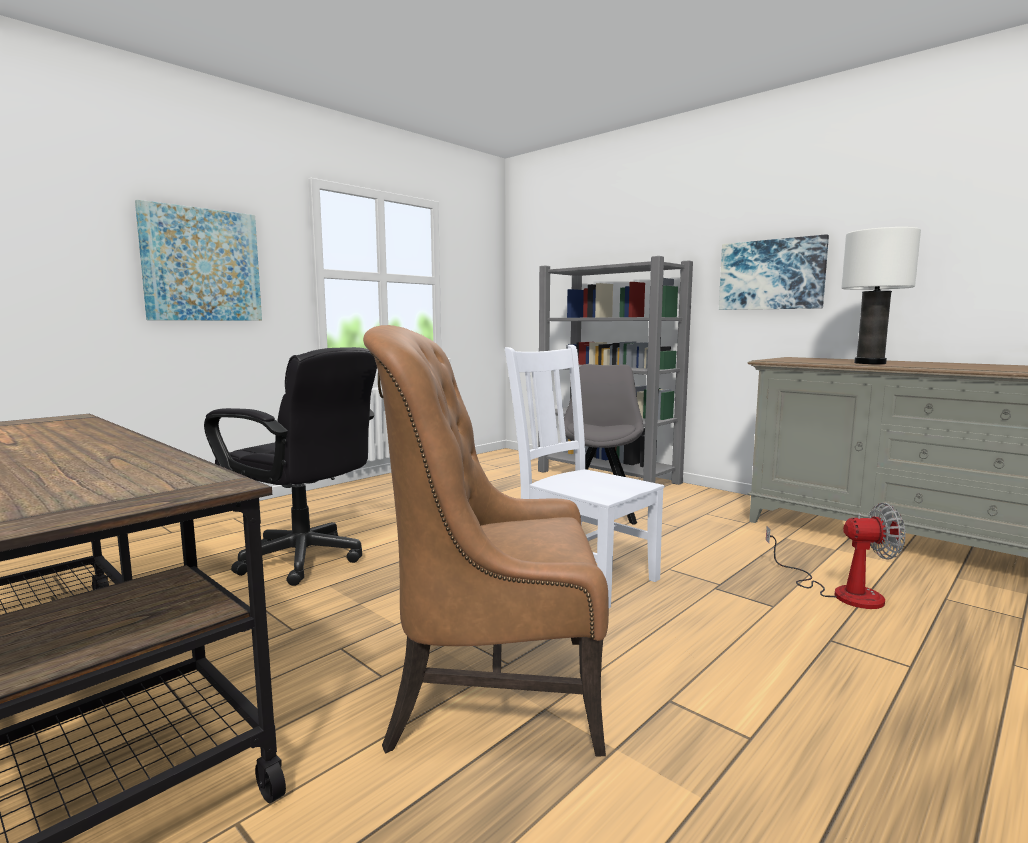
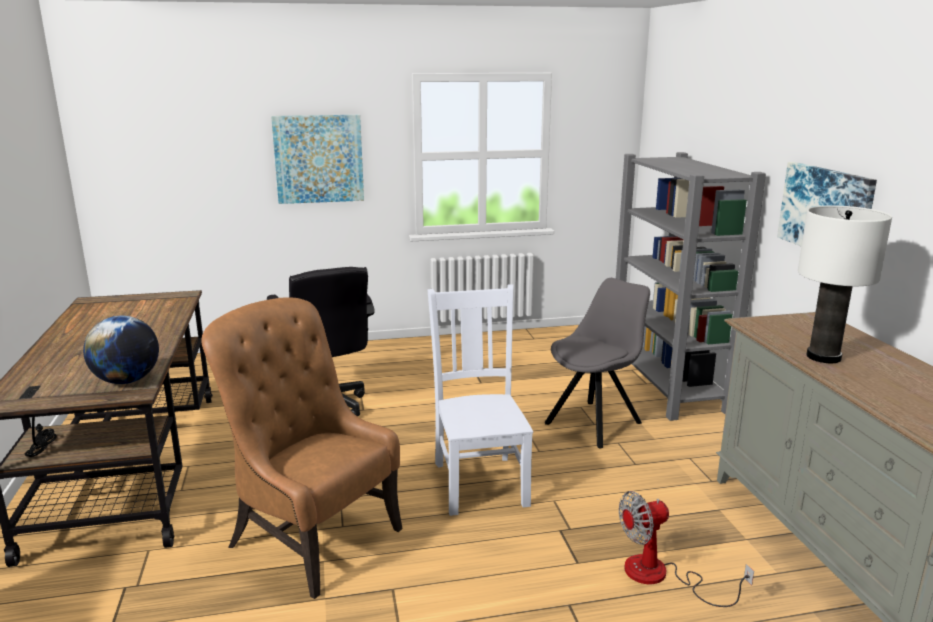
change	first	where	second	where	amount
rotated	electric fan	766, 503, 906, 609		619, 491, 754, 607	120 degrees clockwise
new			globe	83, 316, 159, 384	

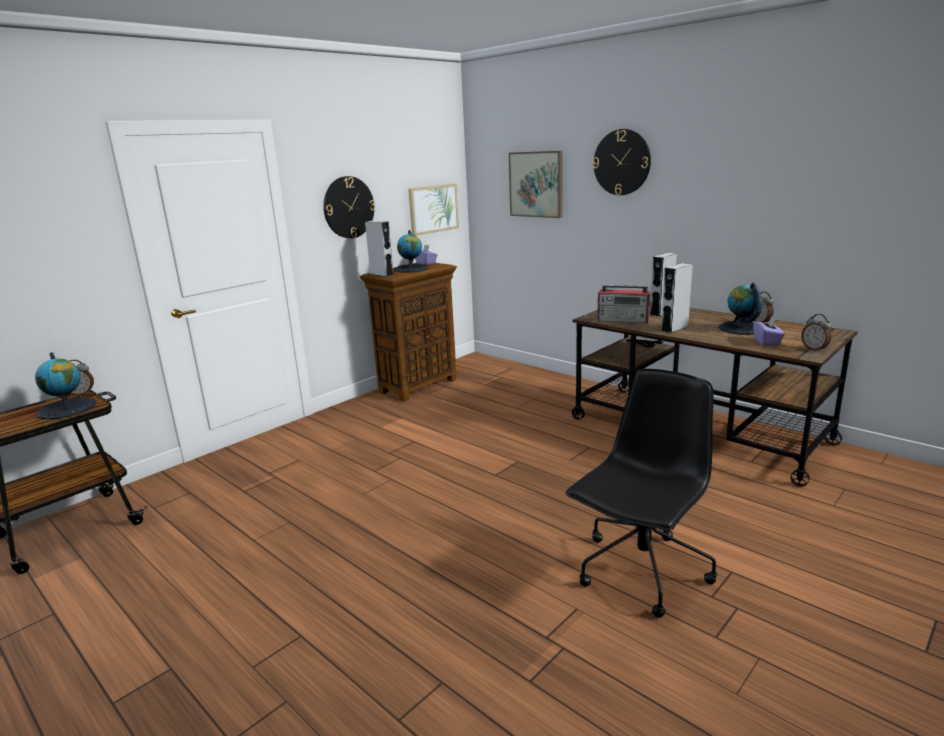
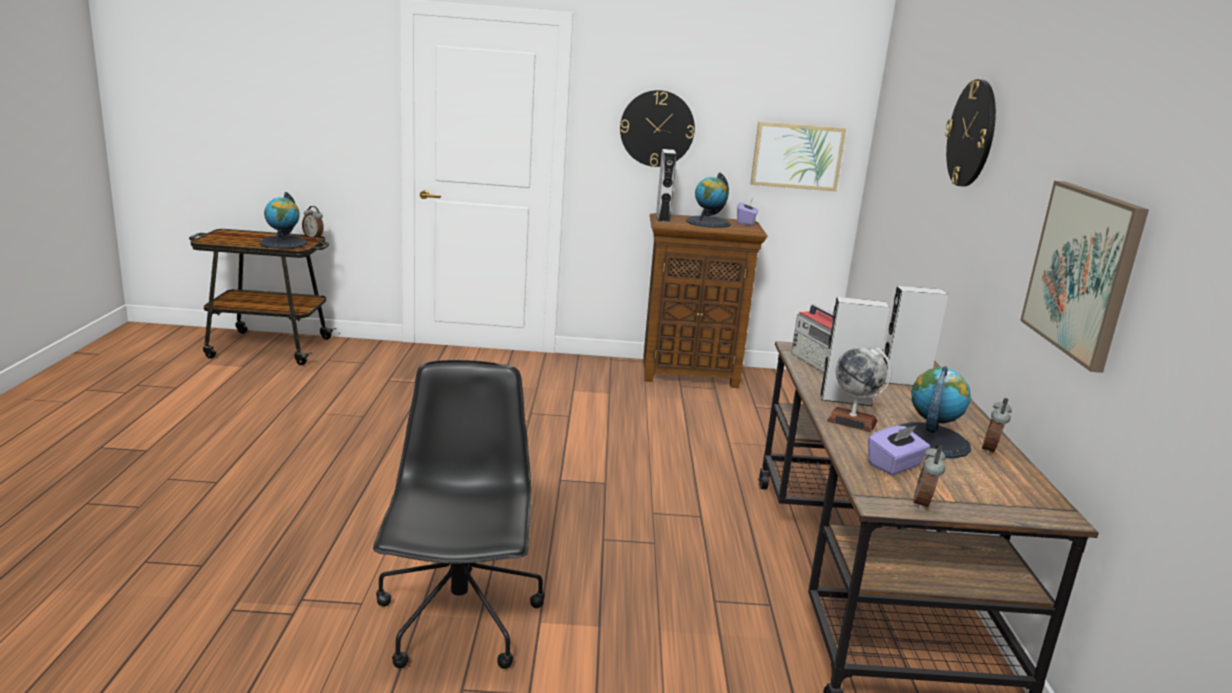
change	first	where	second	where	amount
shifted	wall picture	509, 151, 562, 218		1020, 181, 1149, 373	
rotated	black computer chair	566, 369, 717, 618		373, 360, 545, 669	90 degrees counterclockwise
new			globe	827, 346, 892, 432	

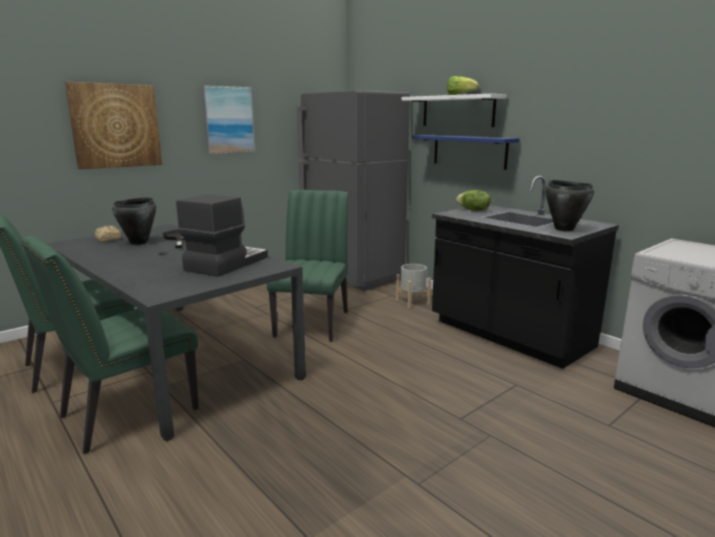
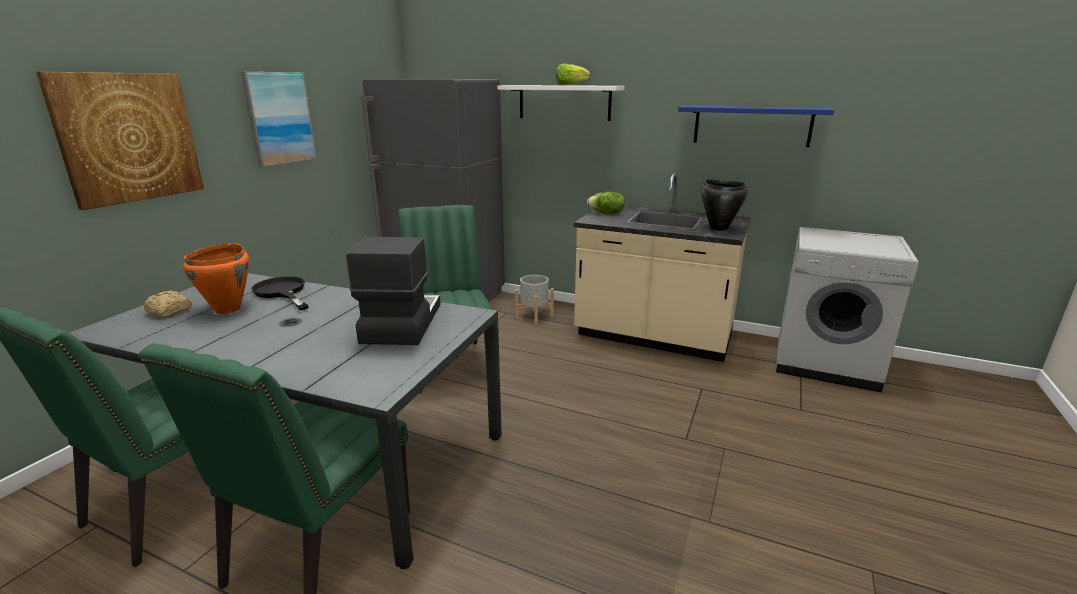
change	first	where	second	where	amount
shifted	blue wall shelf	412, 135, 520, 170		678, 106, 834, 147	
repainted	black counter	432, 176, 619, 369	beige counter	574, 173, 751, 362	
repainted	black stockpot	112, 197, 156, 245	orange-coloured stockpot	183, 243, 249, 314	

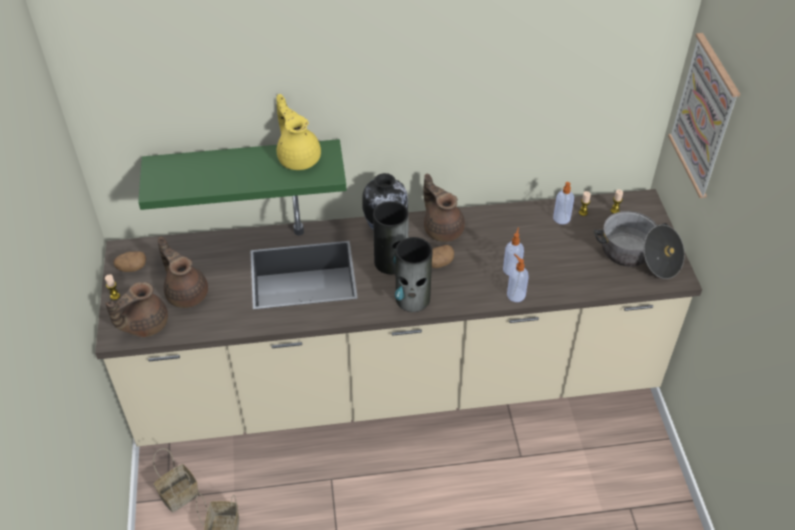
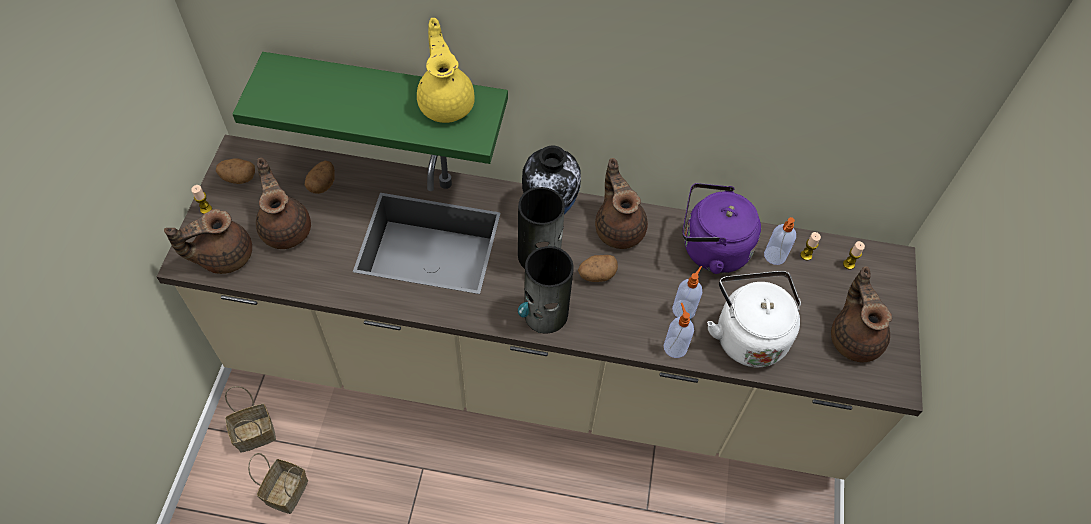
change	first	where	second	where	amount
gone	wall picture	668, 33, 740, 198			
swapped	stockpot	593, 211, 685, 279	brown-coloured teapot	831, 267, 892, 362	
new			potato	305, 160, 335, 194	
new			purple-coloured water kettle	683, 183, 761, 274	
new			white water kettle	707, 271, 801, 367	

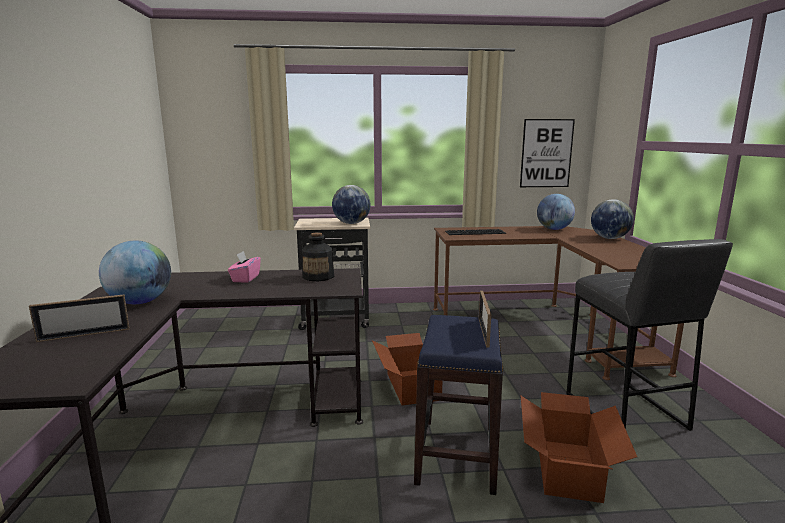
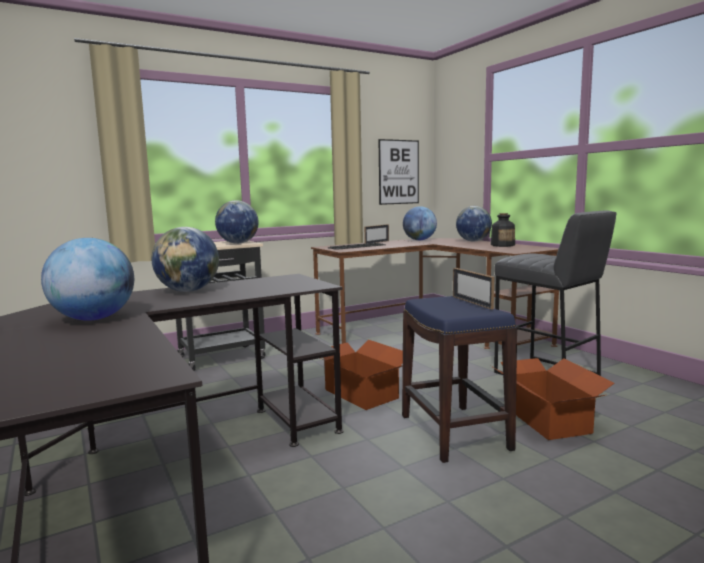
change	first	where	second	where	amount
shifted	bottle	302, 232, 334, 281		491, 213, 515, 247	
swapped	pink-coloured tissue holder	228, 251, 261, 283	globe	152, 227, 219, 292	
shifted	photo frame	29, 294, 130, 342		364, 224, 389, 243	

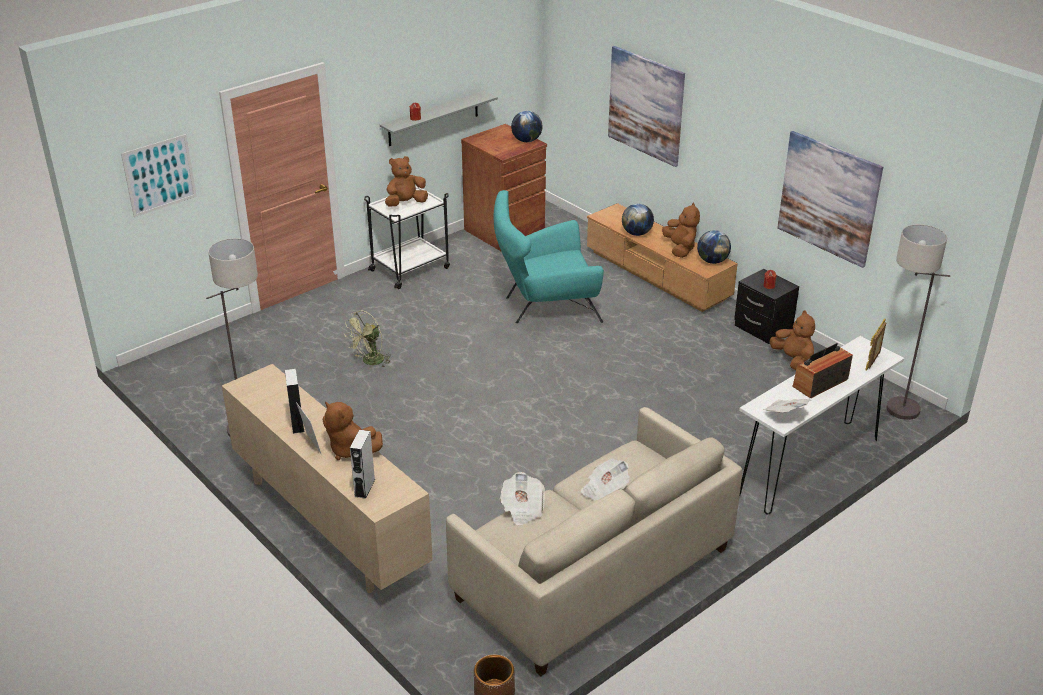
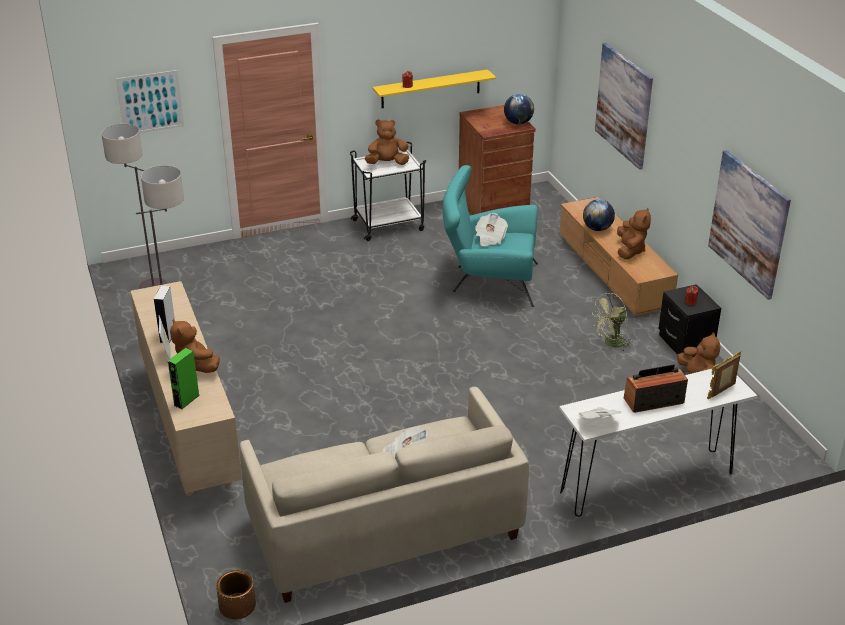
change	first	where	second	where	amount
repainted	greyish wall shelf	380, 91, 498, 146	yellowish wall shelf	373, 69, 496, 108	
shifted	greyish floor lamp	886, 224, 950, 420		101, 124, 167, 289	
gone	globe	697, 230, 731, 264			
shifted	green electric fan	344, 311, 391, 367		592, 293, 633, 351	
repainted	greyish speaker	350, 430, 375, 499	green speaker	168, 348, 200, 409	
shifted	daily paper	499, 472, 545, 526		475, 213, 508, 246	

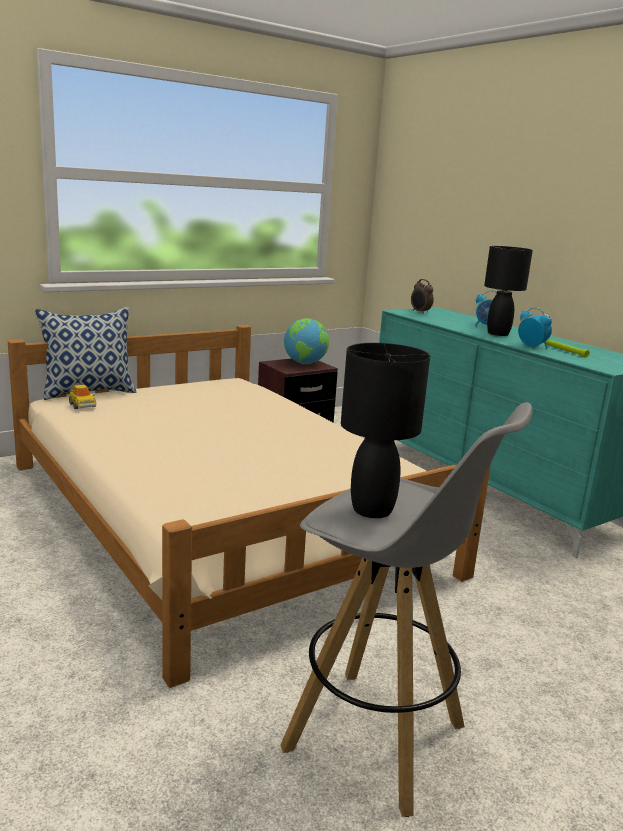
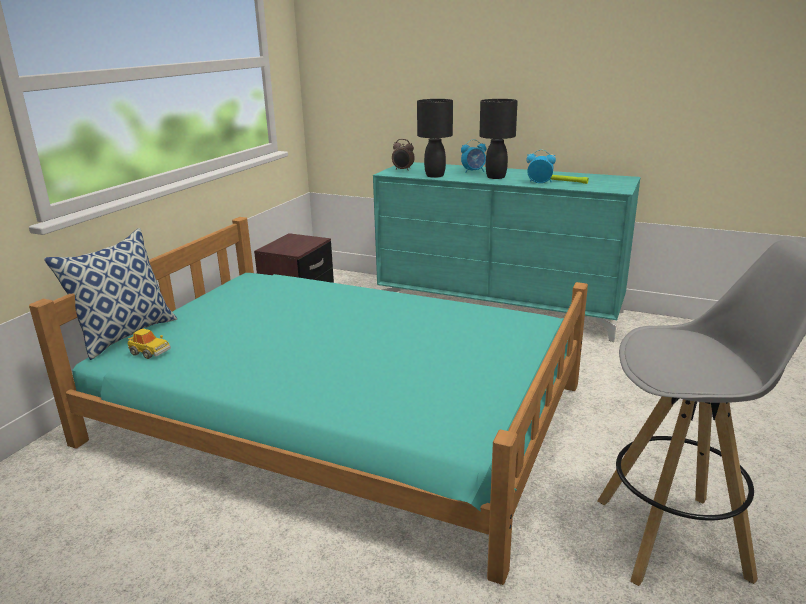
change	first	where	second	where	amount
gone	globe	284, 318, 329, 364			
repainted	beige bed	8, 325, 491, 688	turquoise bed	29, 217, 588, 585	
shifted	black table lamp	341, 343, 430, 518		417, 99, 453, 178	

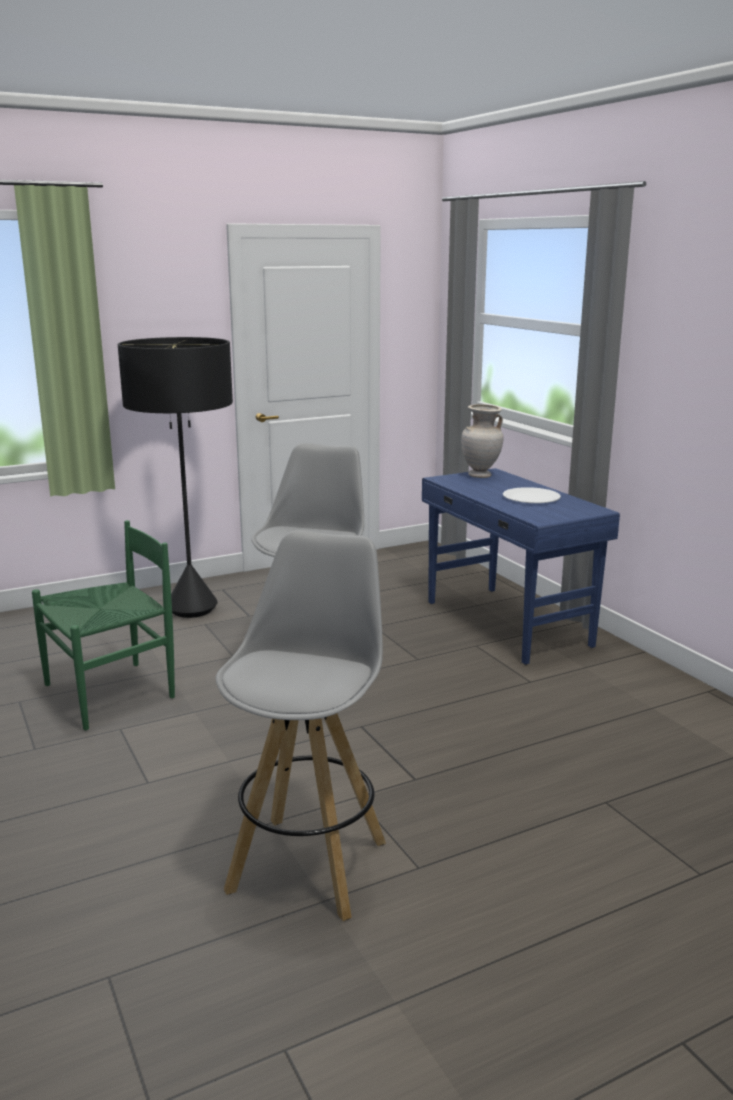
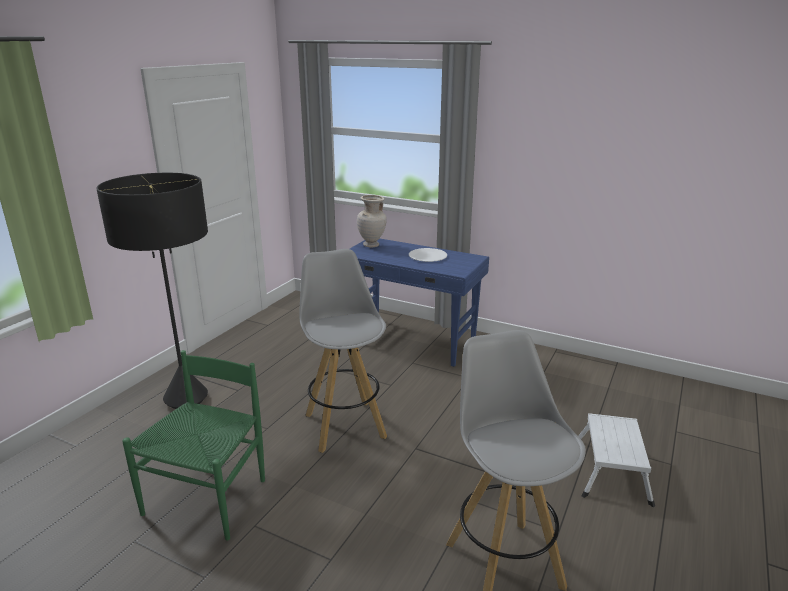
change	first	where	second	where	amount
new			white step stool	578, 413, 655, 507	

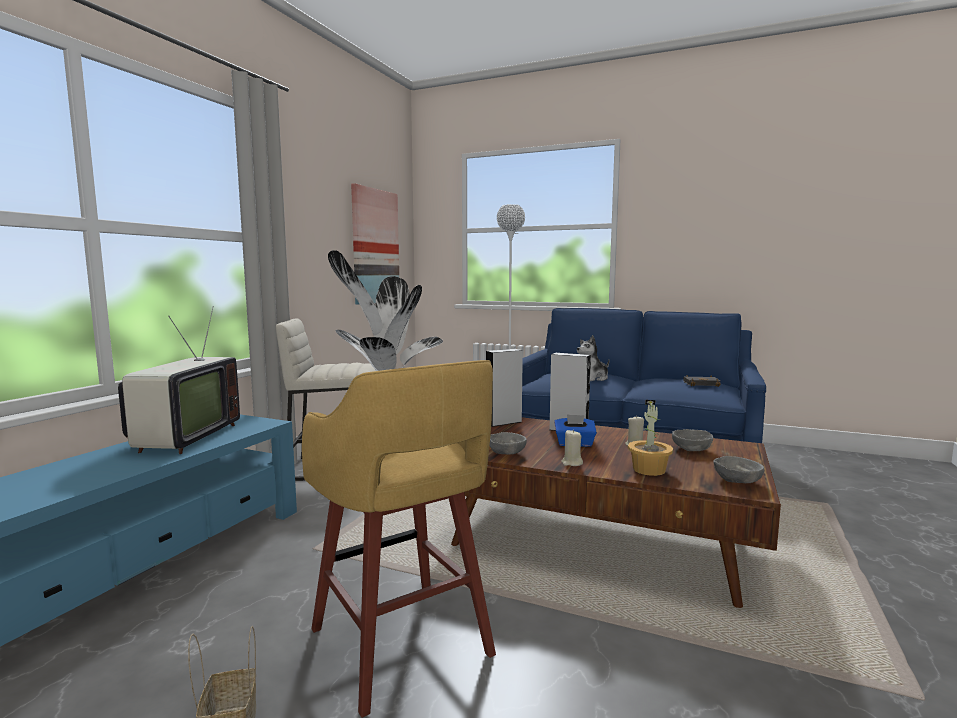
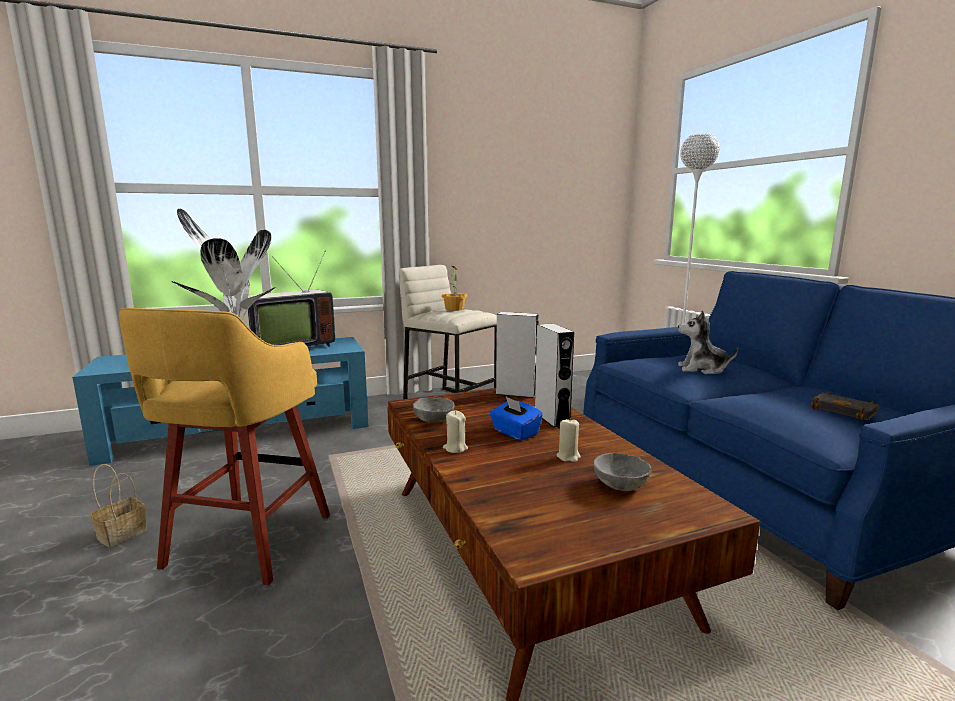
change	first	where	second	where	amount
gone	wall picture	351, 183, 399, 305			
shifted	plant in a pot	628, 400, 673, 476		442, 266, 467, 311	
gone	greyish deep dish	714, 456, 764, 483			

